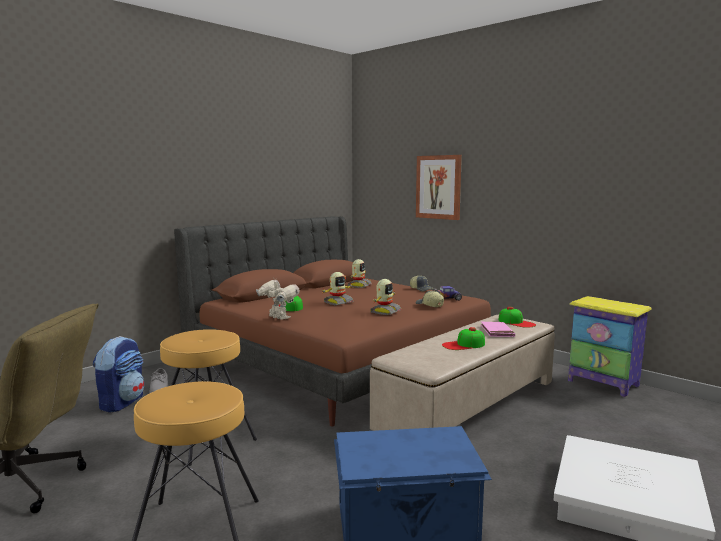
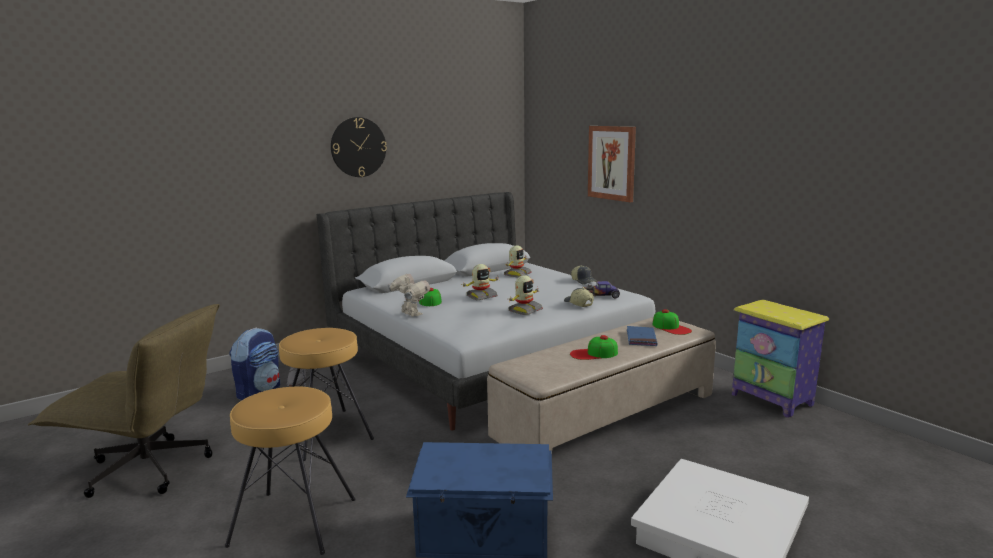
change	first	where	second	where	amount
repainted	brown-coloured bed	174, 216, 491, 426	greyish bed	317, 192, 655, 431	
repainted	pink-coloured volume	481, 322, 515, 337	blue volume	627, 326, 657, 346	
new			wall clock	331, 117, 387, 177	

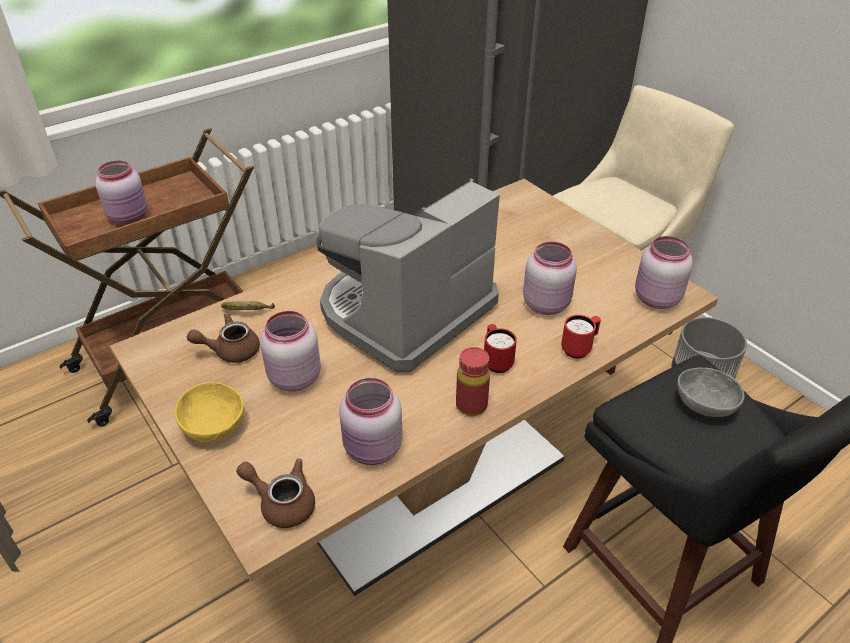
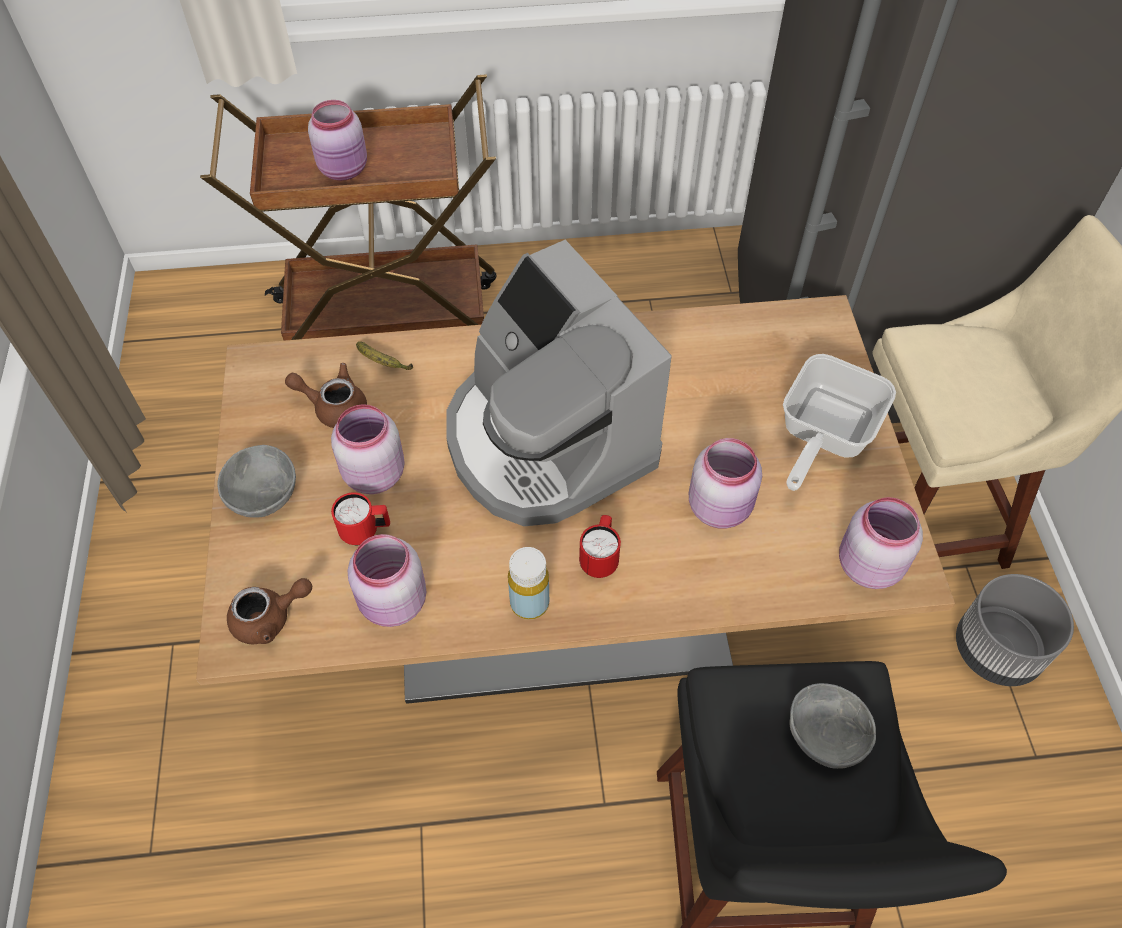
change	first	where	second	where	amount
rotated	coffee machine	316, 179, 500, 373		446, 240, 672, 526	105 degrees counterclockwise
shifted	red tea mug	561, 315, 601, 358		331, 492, 390, 545	
repainted	red bottle	456, 347, 490, 416	yellowish bottle	508, 547, 549, 620	
repainted	yellowish deep dish	175, 382, 244, 442	greyish deep dish	218, 445, 296, 518	
rotated	brown-coloured teapot	236, 459, 315, 528		227, 578, 312, 644	105 degrees clockwise
new			frying pan	783, 354, 896, 491	

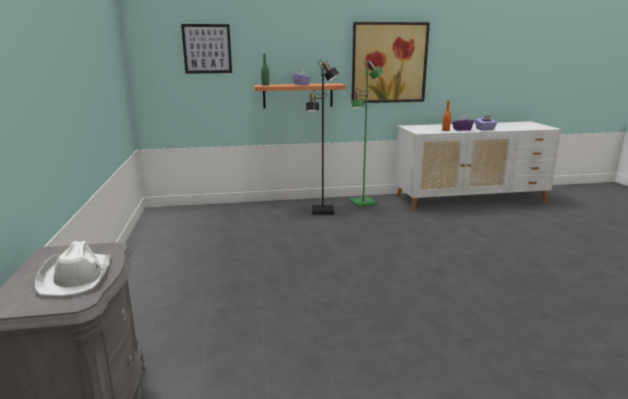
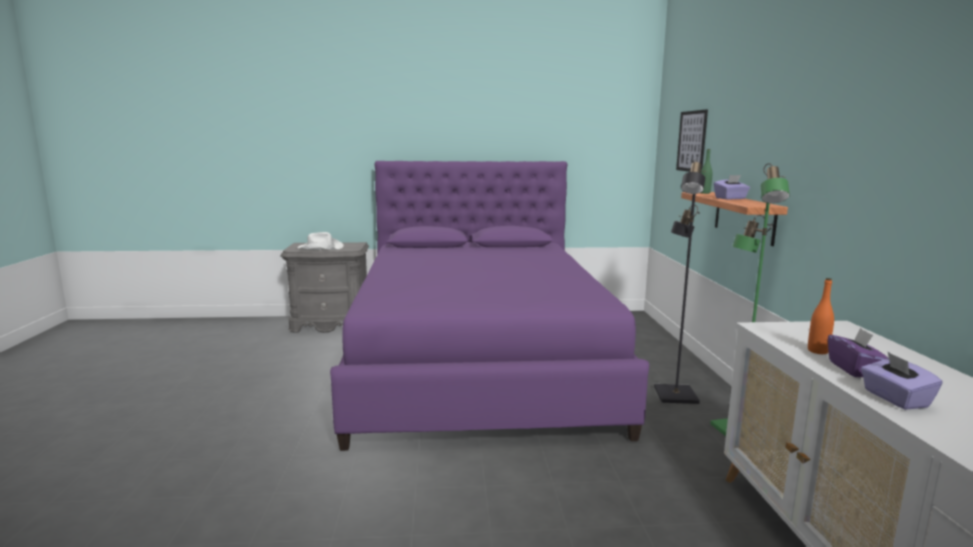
change	first	where	second	where	amount
gone	wall picture	351, 22, 430, 103			
new			purple-coloured bed	330, 161, 649, 451	

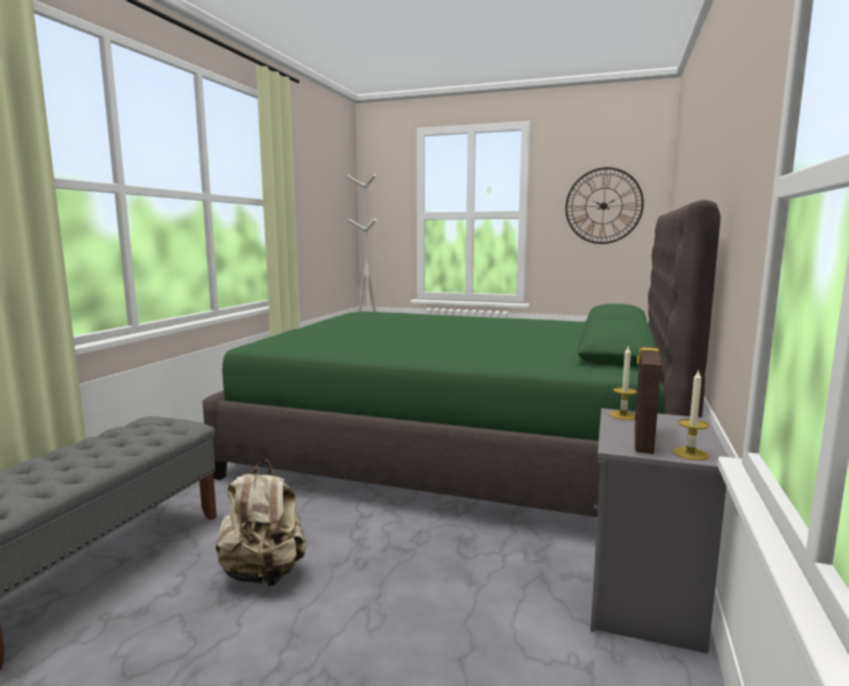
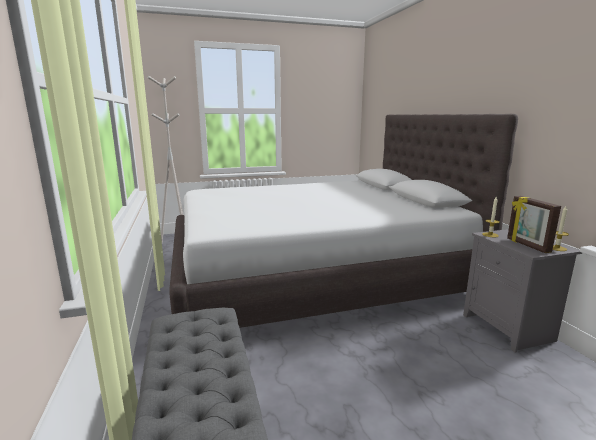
change	first	where	second	where	amount
gone	wall clock	565, 167, 644, 244			
repainted	green bed	202, 200, 721, 517	white bed	169, 114, 518, 328	
gone	beige rucksack	216, 460, 306, 587			

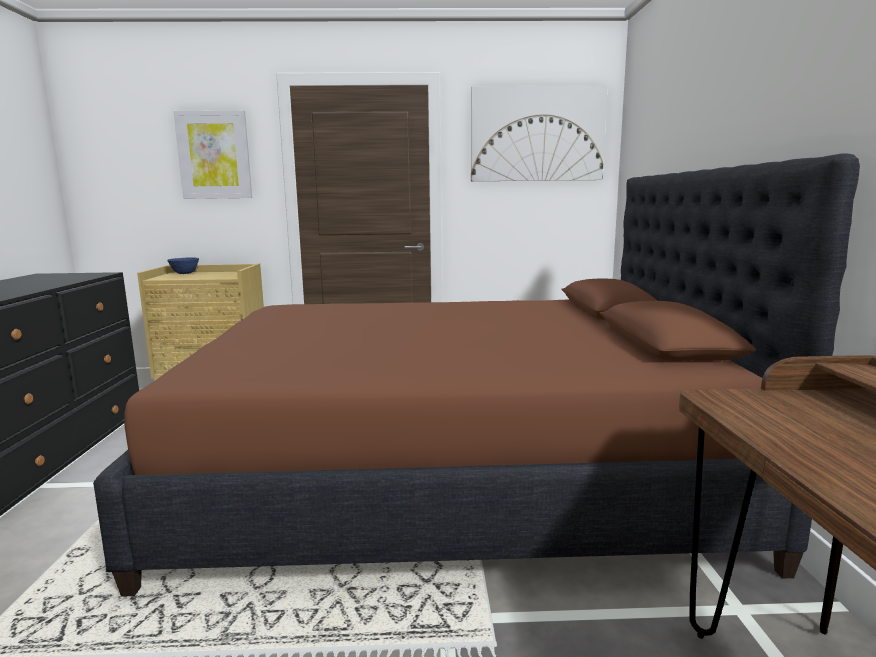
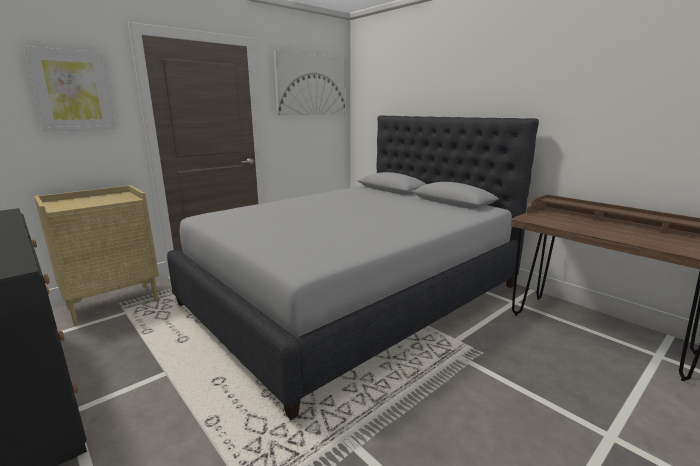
change	first	where	second	where	amount
repainted	brown-coloured bed	93, 153, 860, 597	greyish bed	167, 115, 539, 420	
gone	blue deep dish	167, 257, 199, 274			

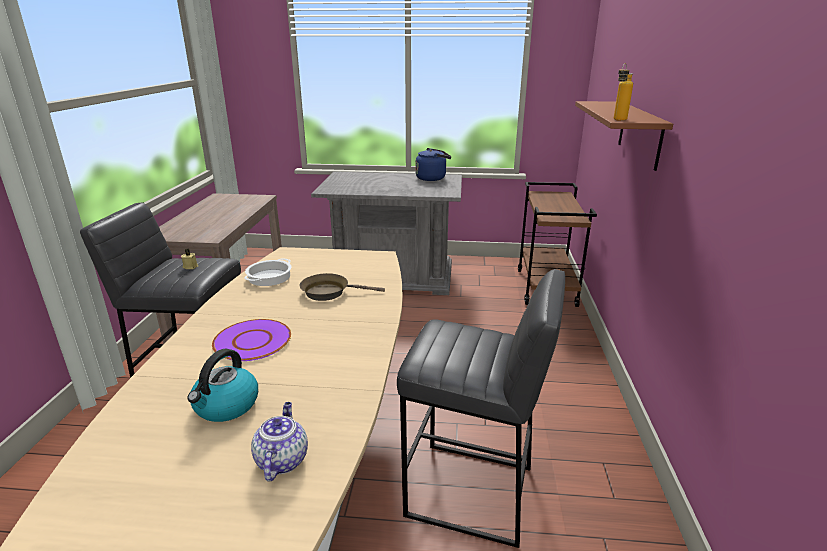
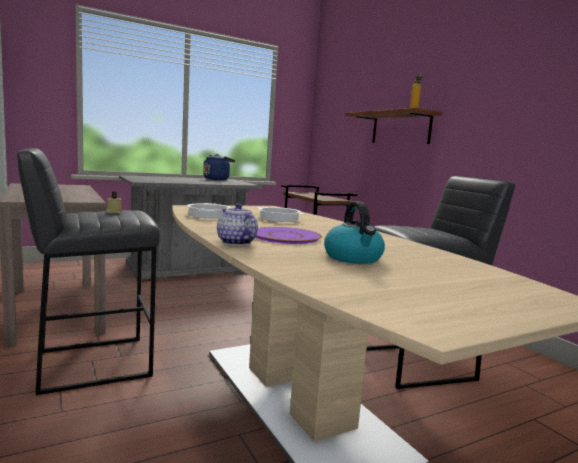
change	first	where	second	where	amount
swapped	brown-coloured frying pan	300, 273, 385, 301	stockpot	257, 207, 304, 222	
shifted	teapot	251, 402, 308, 481		217, 203, 258, 245	

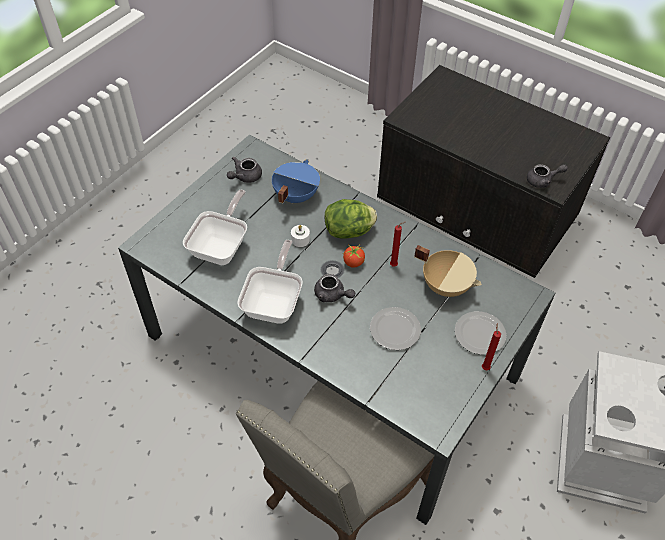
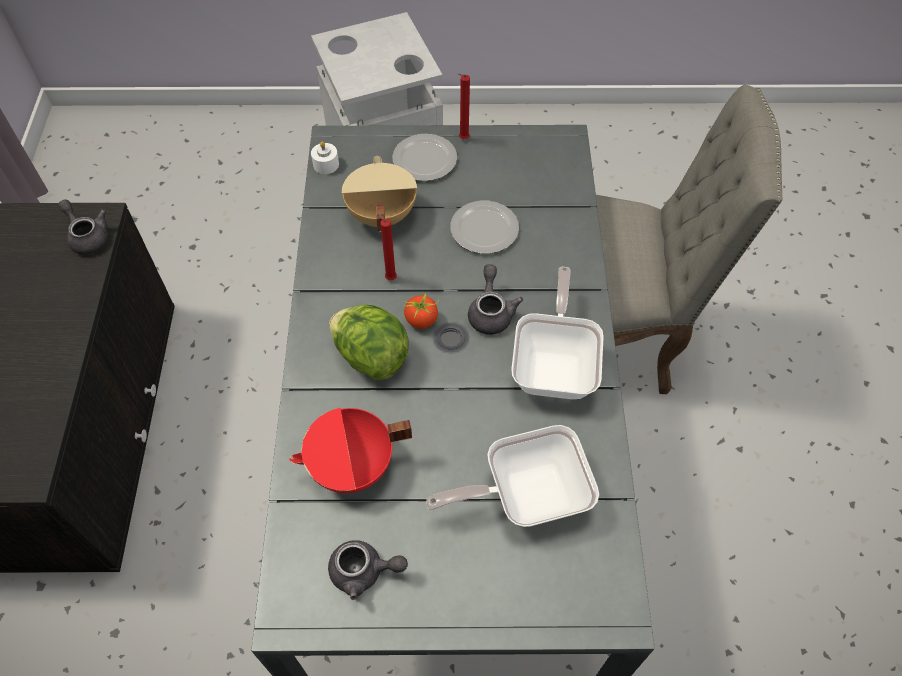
change	first	where	second	where	amount
repainted	blue stockpot	272, 159, 320, 204	red stockpot	289, 408, 412, 493	
shifted	white candle	291, 225, 310, 247		311, 141, 339, 174	
rotated	frying pan	237, 240, 303, 324		511, 267, 604, 399	120 degrees clockwise

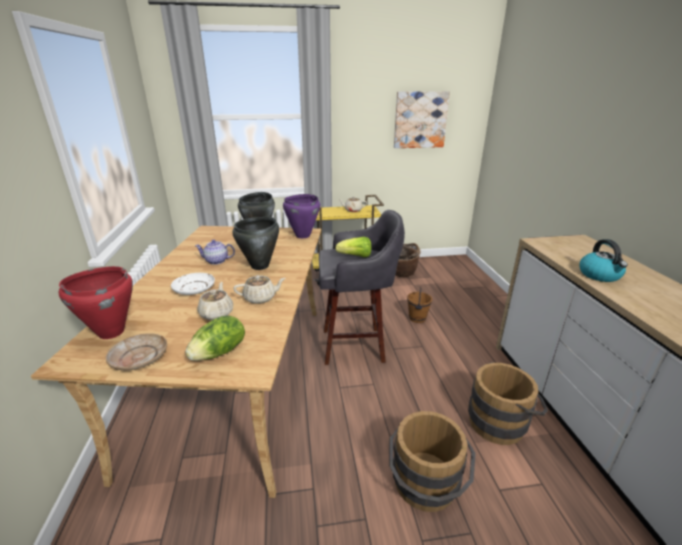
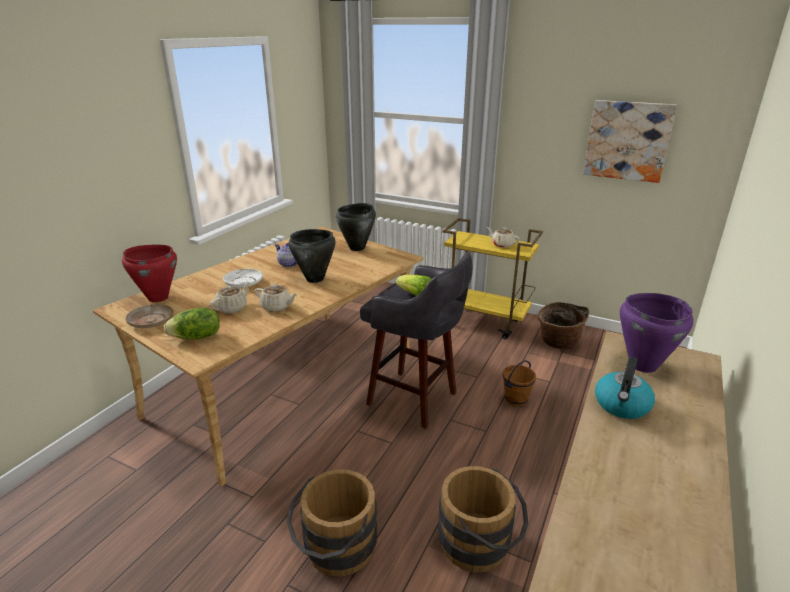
change	first	where	second	where	amount
shifted	purple-coloured stockpot	283, 194, 320, 238		620, 293, 694, 373	

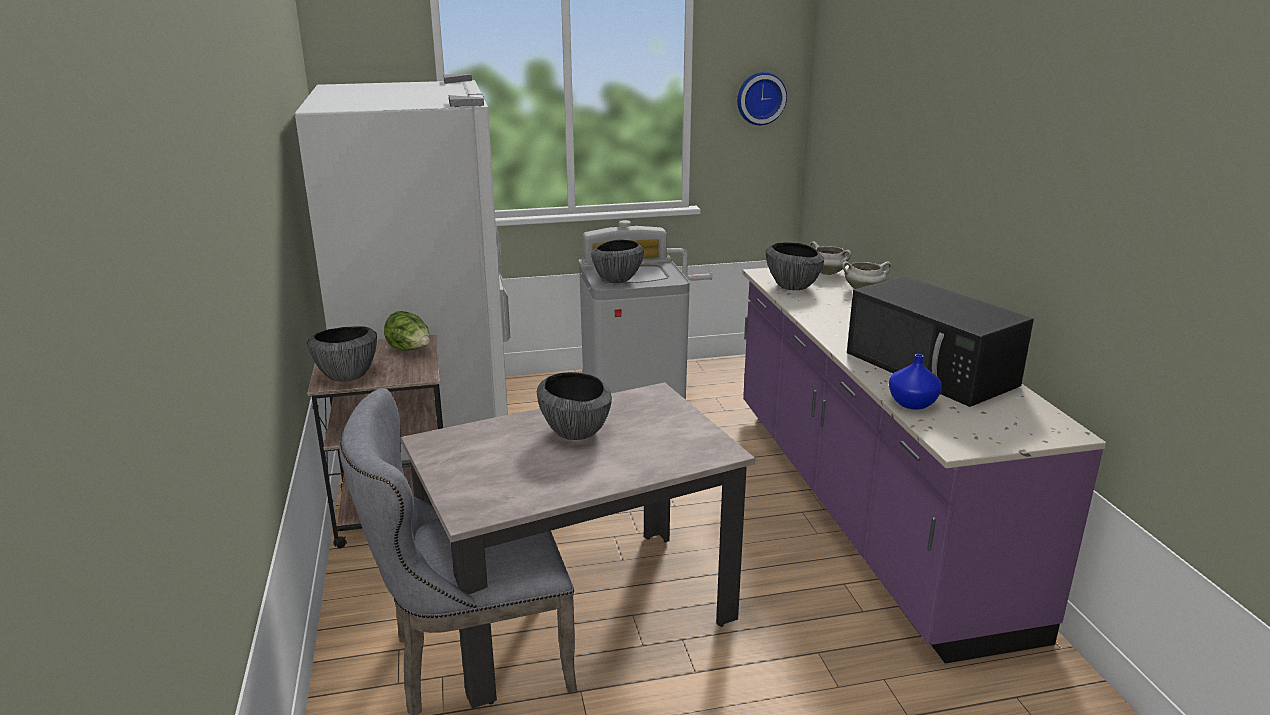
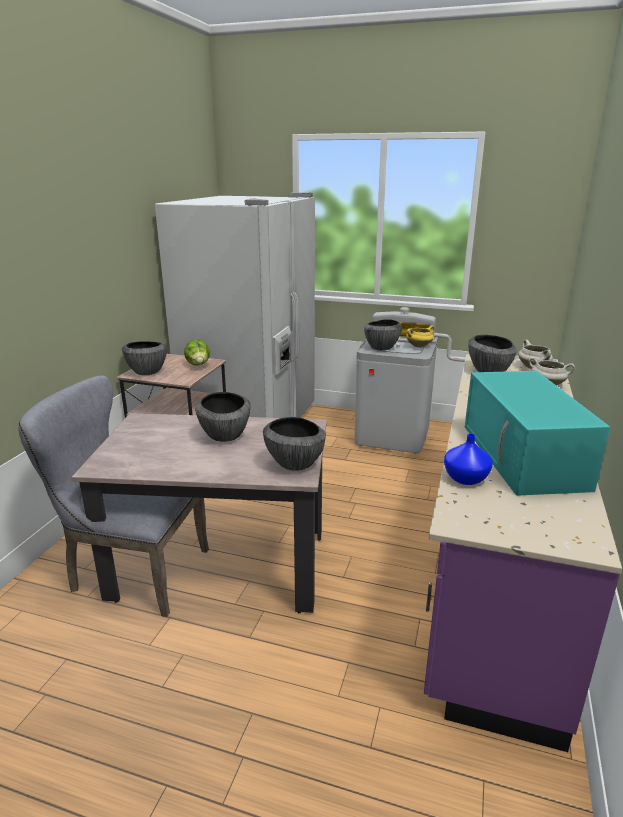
change	first	where	second	where	amount
gone	wall clock	737, 72, 787, 125			
repainted	black microwave oven	847, 276, 1034, 407	turquoise microwave oven	465, 371, 610, 496	
new			yellowish stockpot	406, 326, 434, 348	
new			deep dish	263, 417, 326, 471	

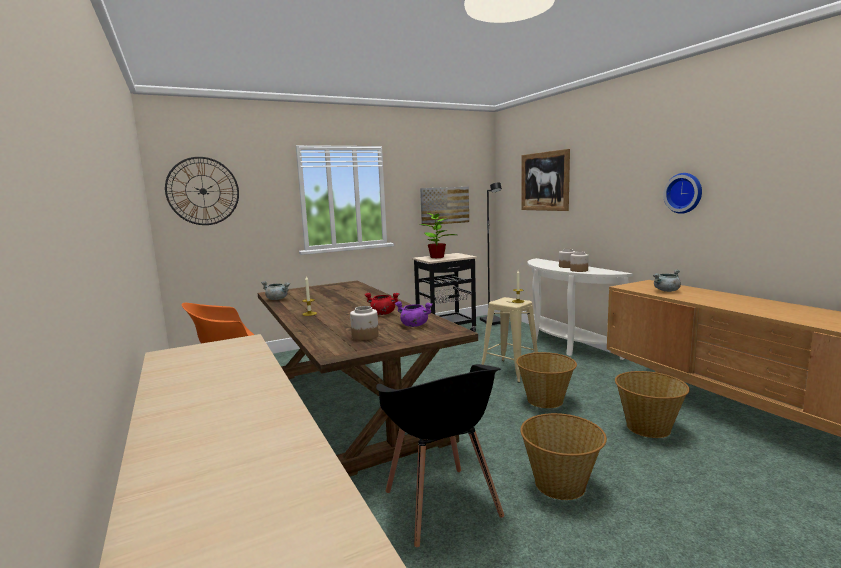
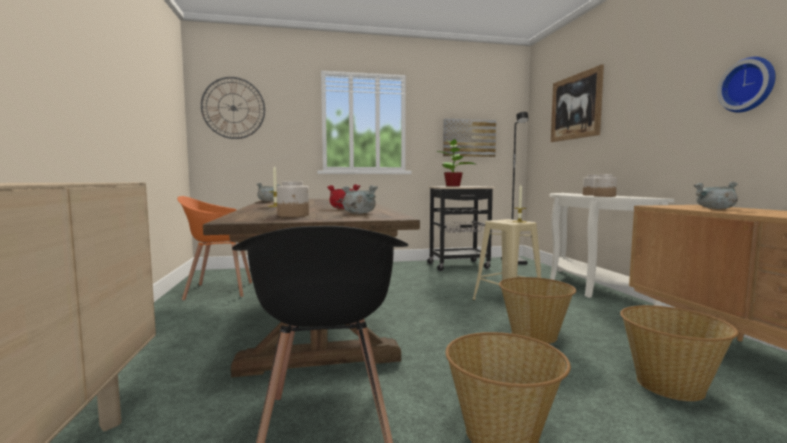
change	first	where	second	where	amount
repainted	purple-coloured stockpot	395, 301, 433, 327	greyish stockpot	342, 185, 378, 214	

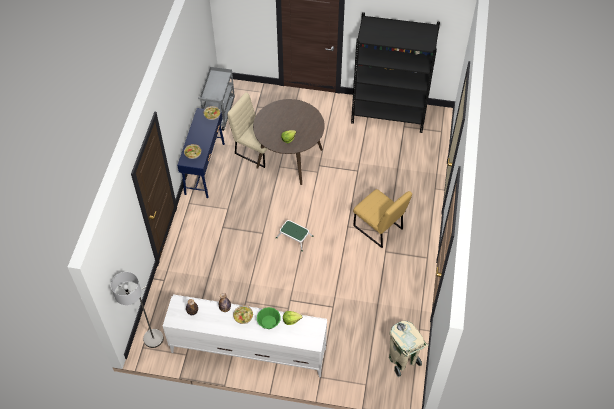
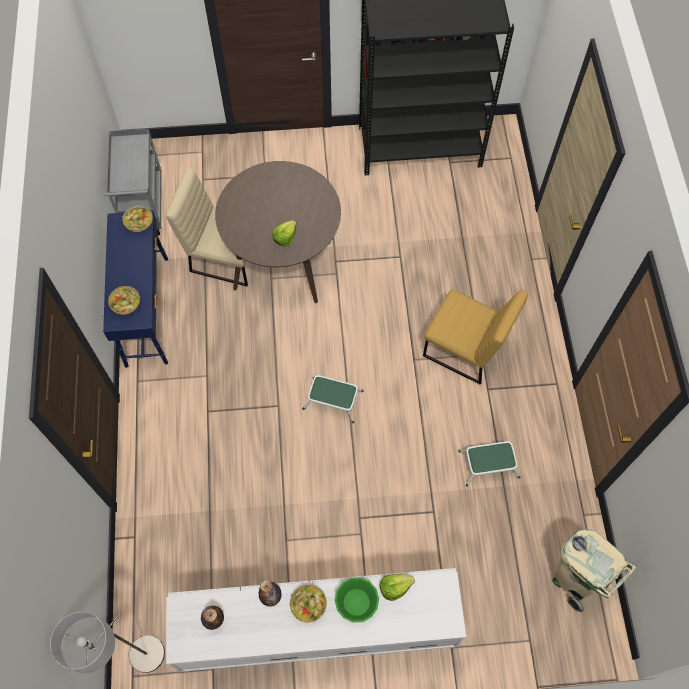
change	first	where	second	where	amount
new			green step stool	458, 441, 520, 487	

